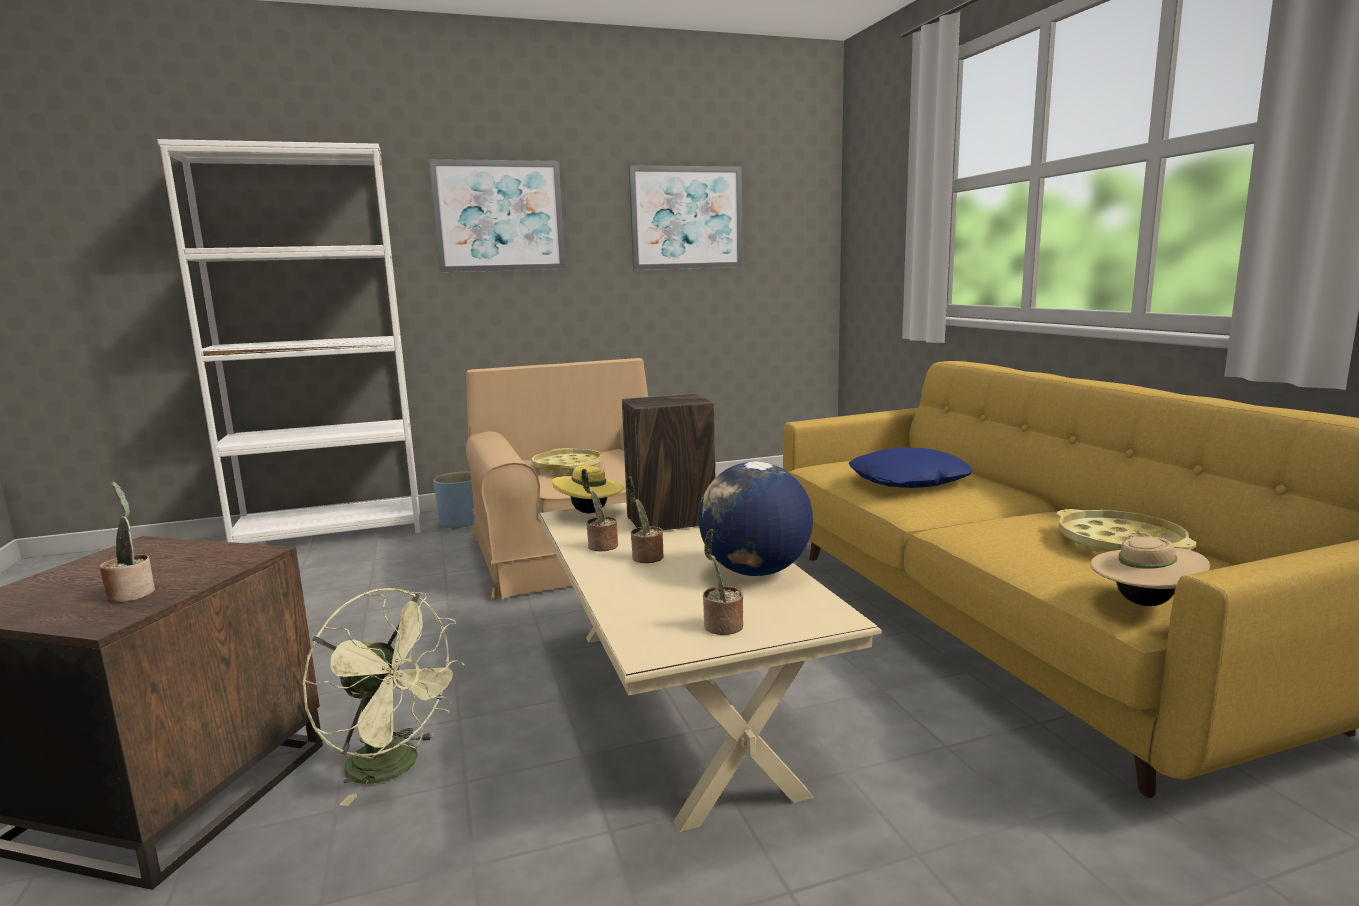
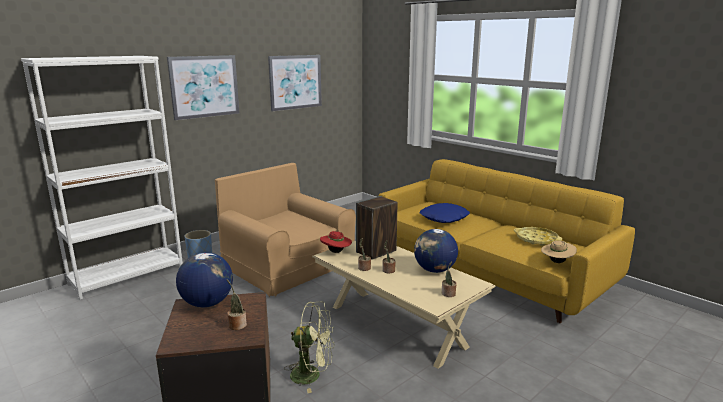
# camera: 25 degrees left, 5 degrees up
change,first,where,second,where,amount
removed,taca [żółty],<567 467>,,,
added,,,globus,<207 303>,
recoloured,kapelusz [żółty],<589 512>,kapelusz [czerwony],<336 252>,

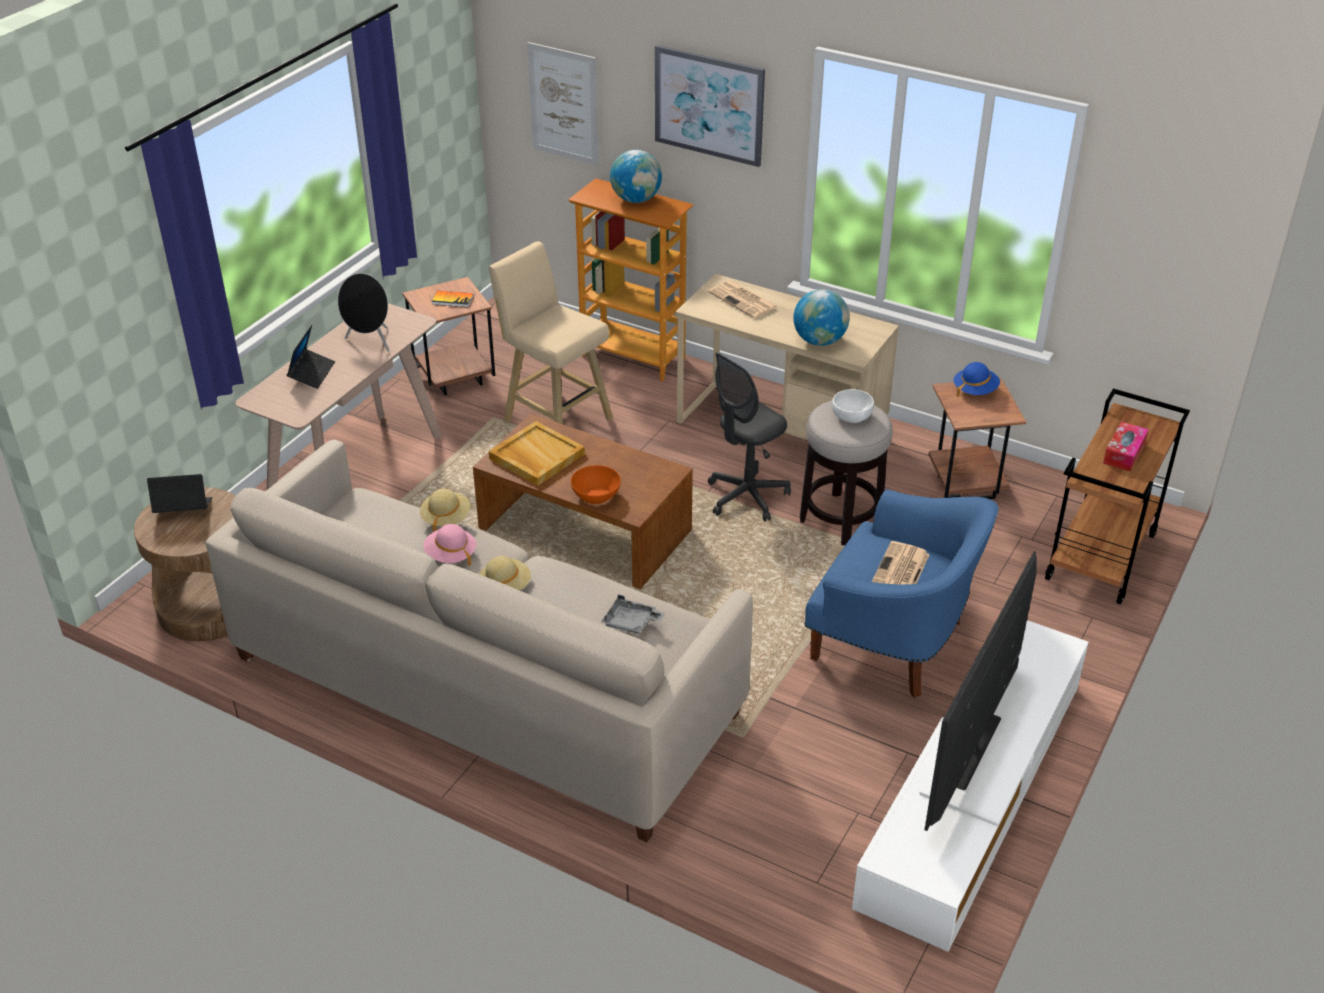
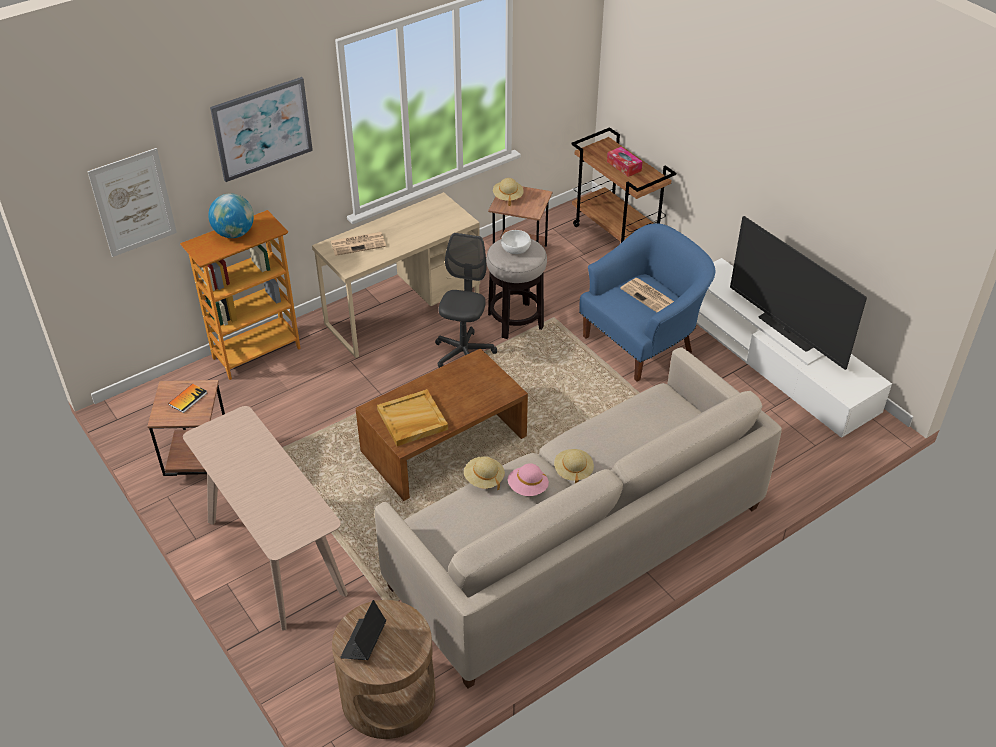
# camera: 65 degrees left, 5 degrees up
change,first,where,second,where,amount
removed,laptop,<312 373>,,,
removed,głośnik [czarny],<370 342>,,,
removed,stołek [beżowy],<554 418>,,,
removed,miska [pomarańczowy],<596 495>,,,
removed,taca [szary],<631 623>,,,
removed,globus,<819 341>,,,
recoloured,kapelusz [niebieski],<975 390>,kapelusz [beżowy],<508 197>,
turned,krzesło biurowe [szary],<747 497>,,<464 353>,150 degrees counterclockwise

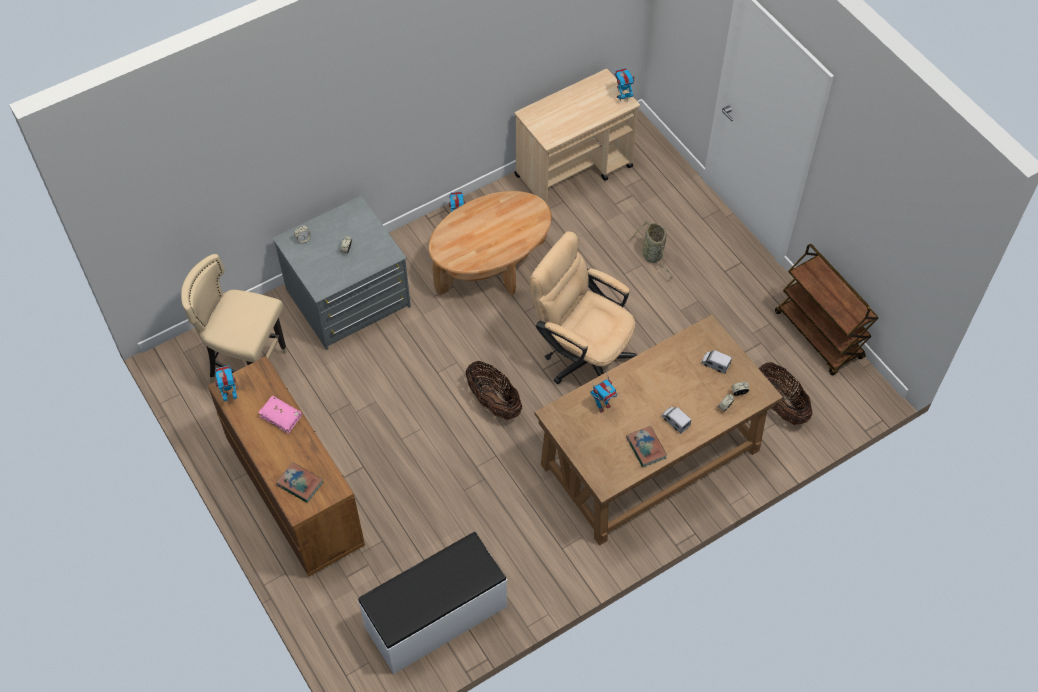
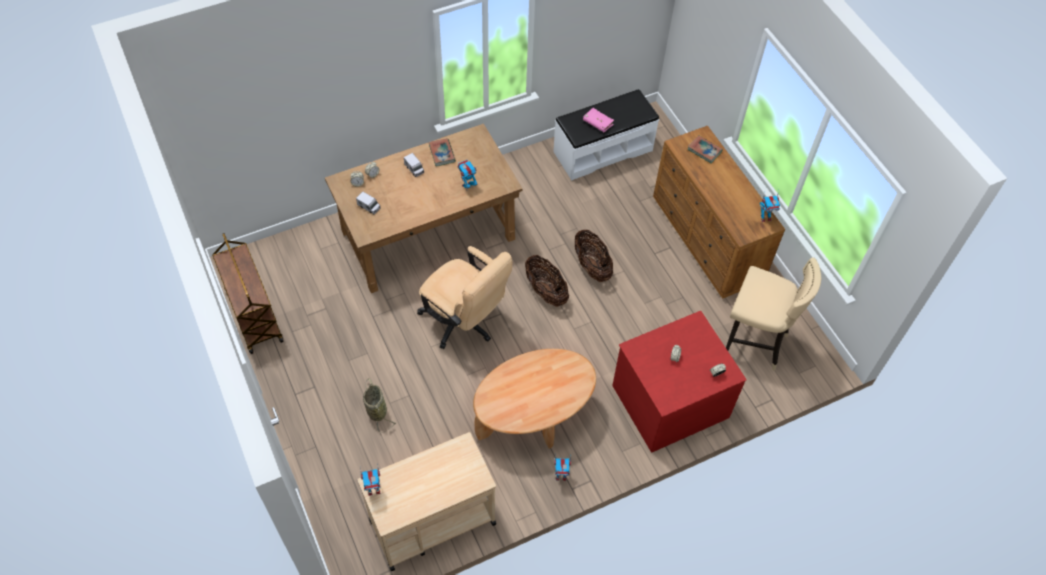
# camera: 175 degrees left, 0 degrees up
change,first,where,second,where,amount
moved,książka [różowy],<281 417>,,<597 123>,
moved,koszyk,<780 405>,,<592 266>,
recoloured,komoda [szary],<349 299>,komoda [czerwony],<669 399>,

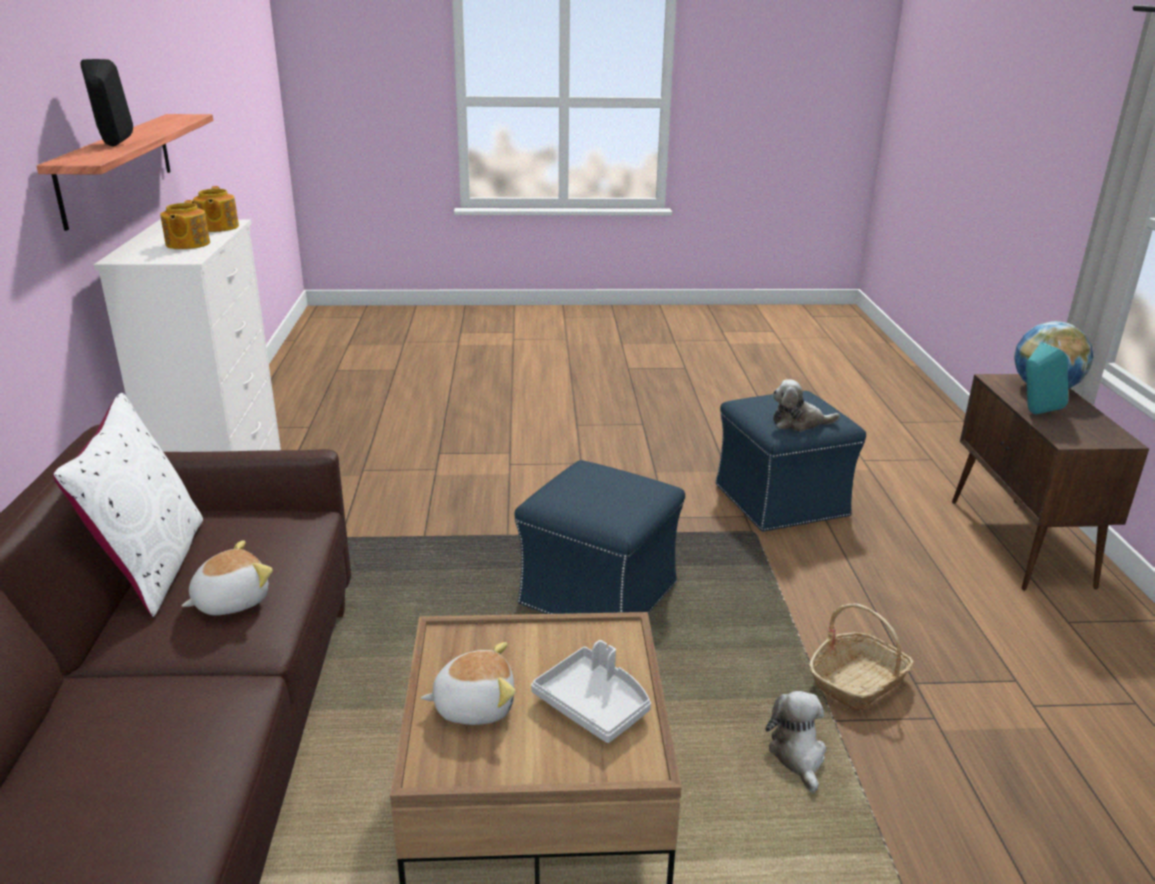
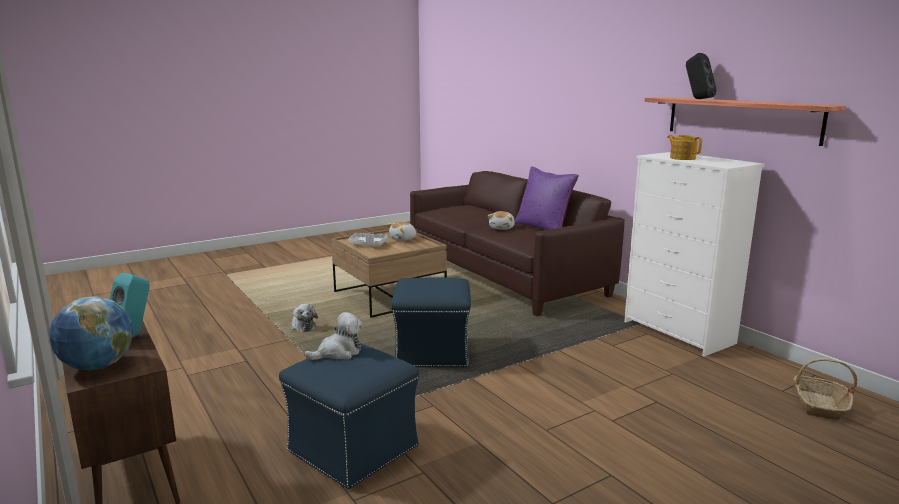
# camera: 150 degrees right, 10 degrees down
change,first,where,second,where,amount
removed,imbryk,<217 227>,,,
moved,koszyk,<858 682>,,<819 405>,
recoloured,poduszka [biały],<152 566>,poduszka [fioletowy],<543 227>,

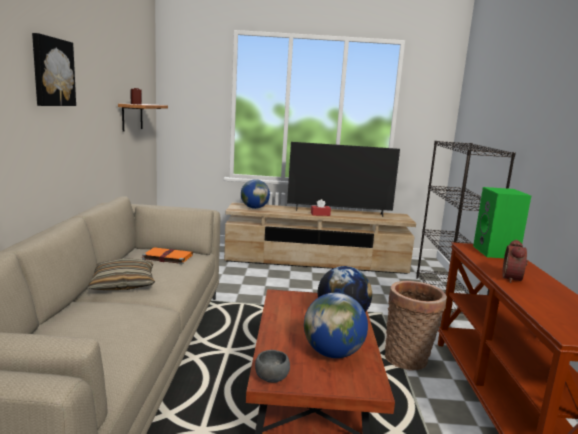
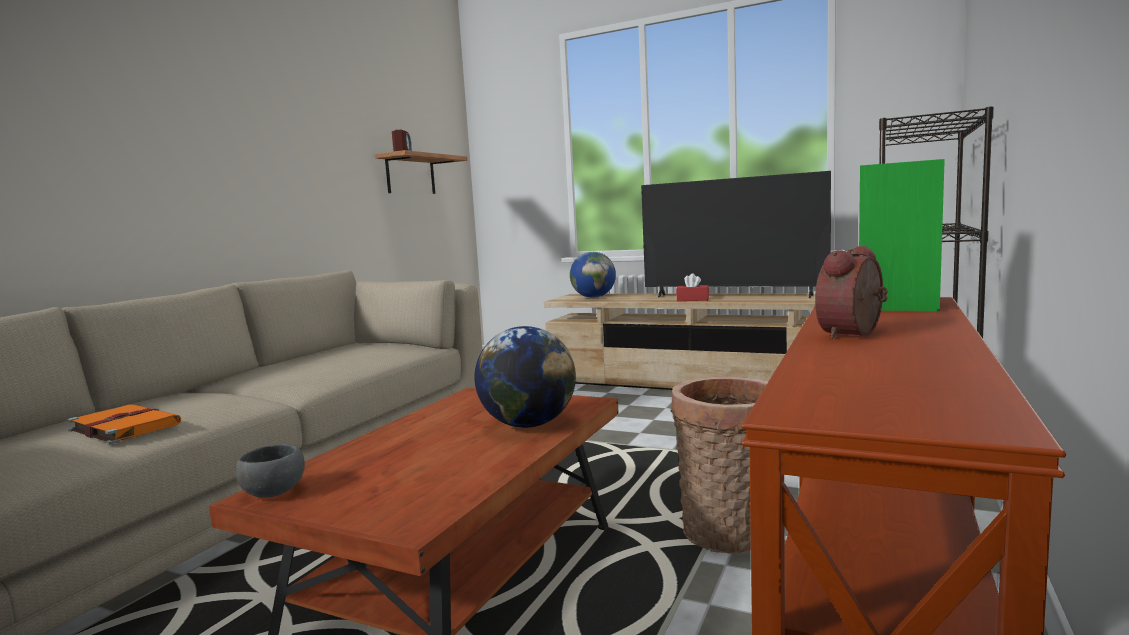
# camera: 25 degrees right, 5 degrees down
change,first,where,second,where,amount
removed,obraz,<52 72>,,,
removed,poduszka,<123 283>,,,
removed,globus,<333 353>,,,
moved,książka [pomarańczowy],<167 257>,,<123 427>,

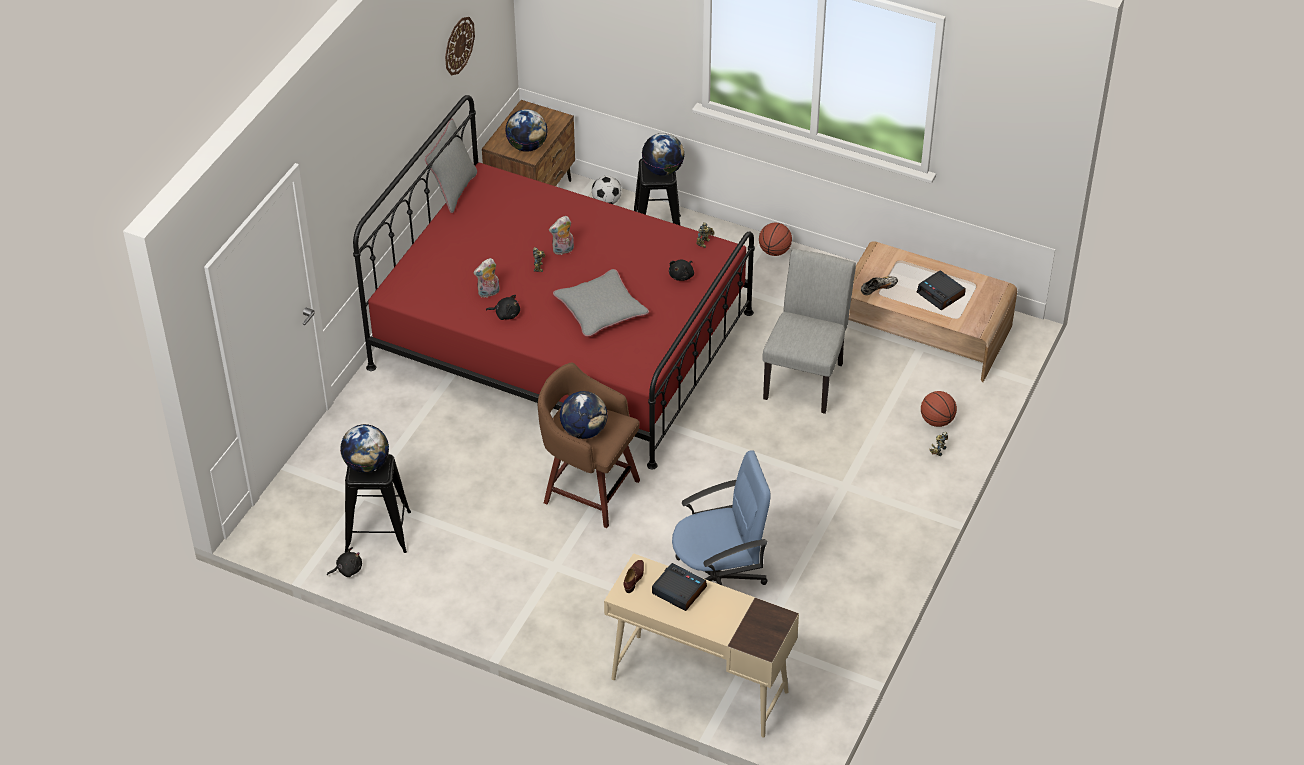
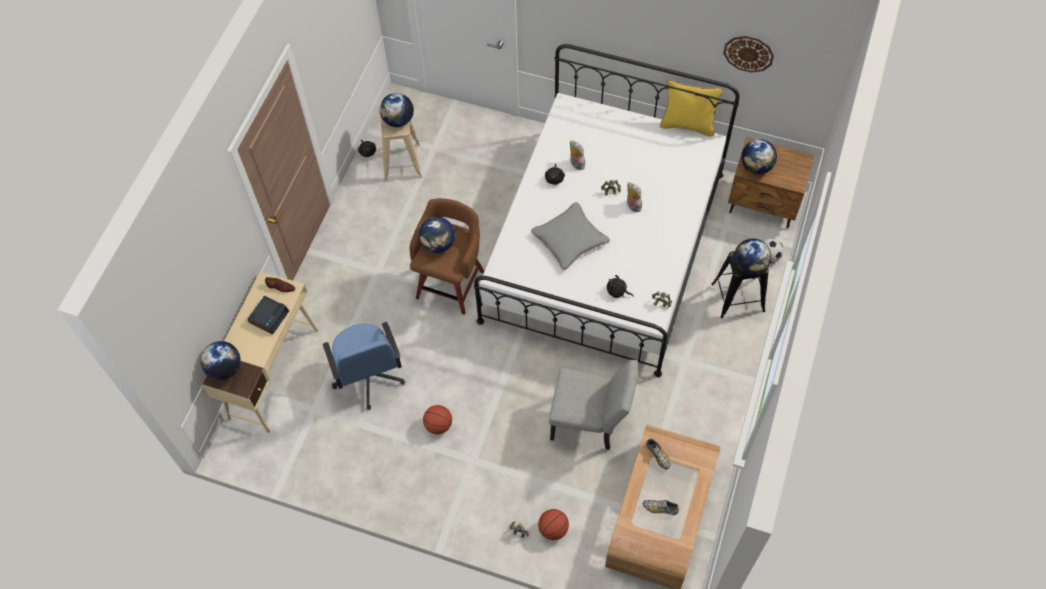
# camera: 85 degrees right, 15 degrees up
change,first,where,second,where,amount
added,,,globus,<225 368>,
moved,piłka do koszykówki,<774 251>,,<438 425>,
replaced,budzik,<941 294>,but,<660 508>,
recoloured,stołek [czarny],<377 531>,stołek [beżowy],<402 162>,
recoloured,łóżko [czerwony],<562 339>,łóżko [biały],<603 246>,
recoloured,poduszka [szary],<453 190>,poduszka [żółty],<687 125>,

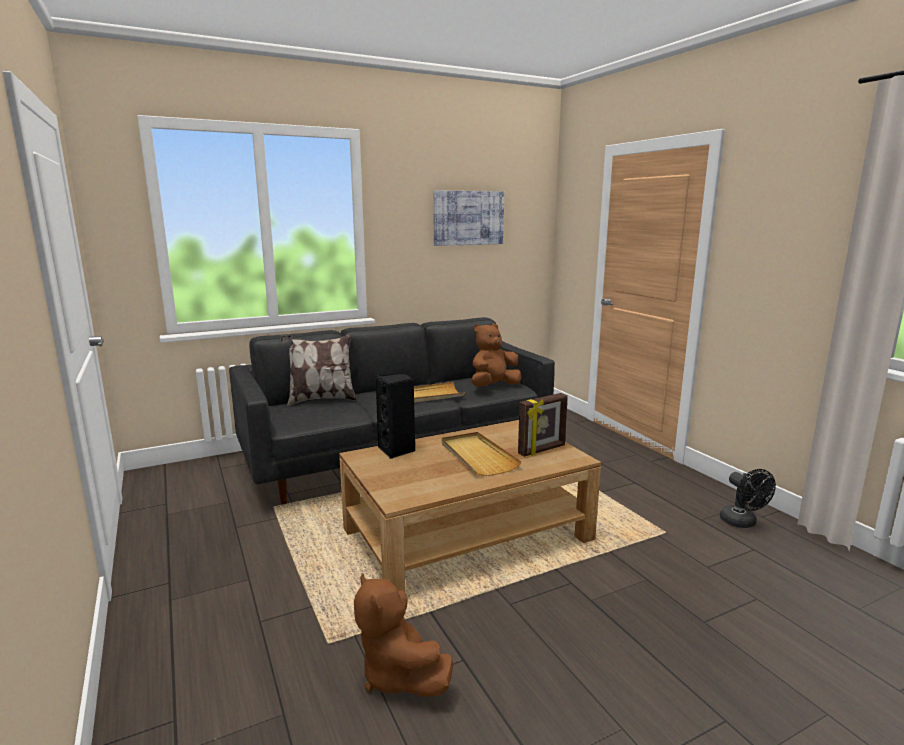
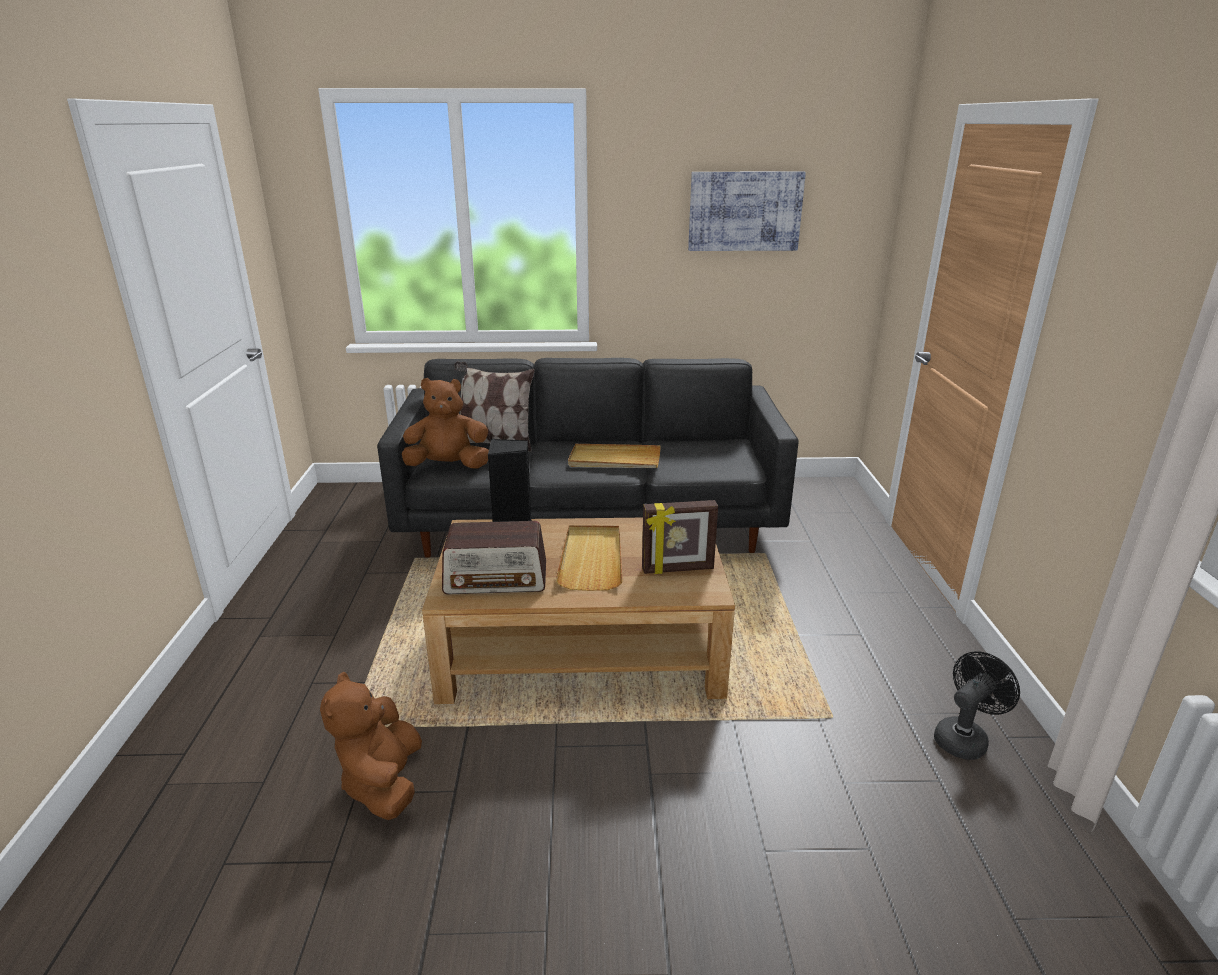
# camera: 25 degrees right, 10 degrees up
change,first,where,second,where,amount
added,,,radio,<496 578>,
moved,pluszak [brązowy],<493 386>,,<447 466>,
turned,wentylator [czarny],<742 523>,,<964 738>,135 degrees counterclockwise

